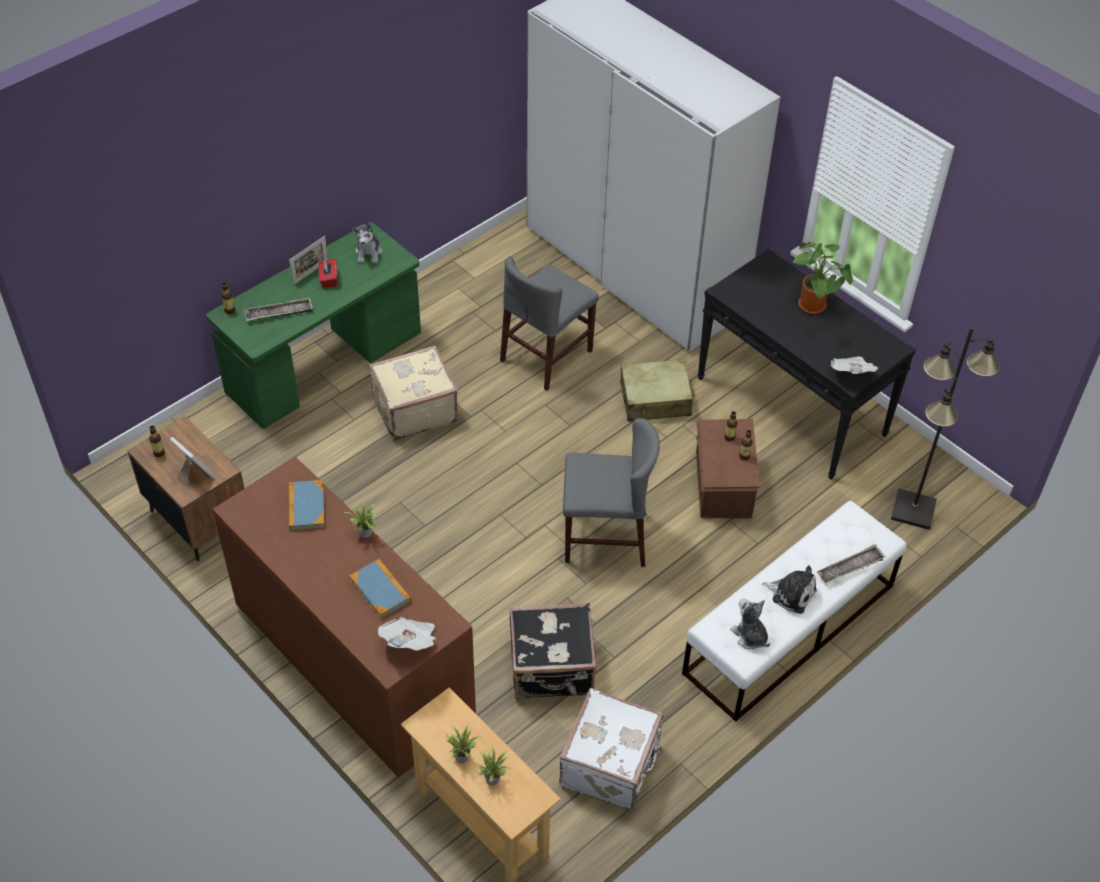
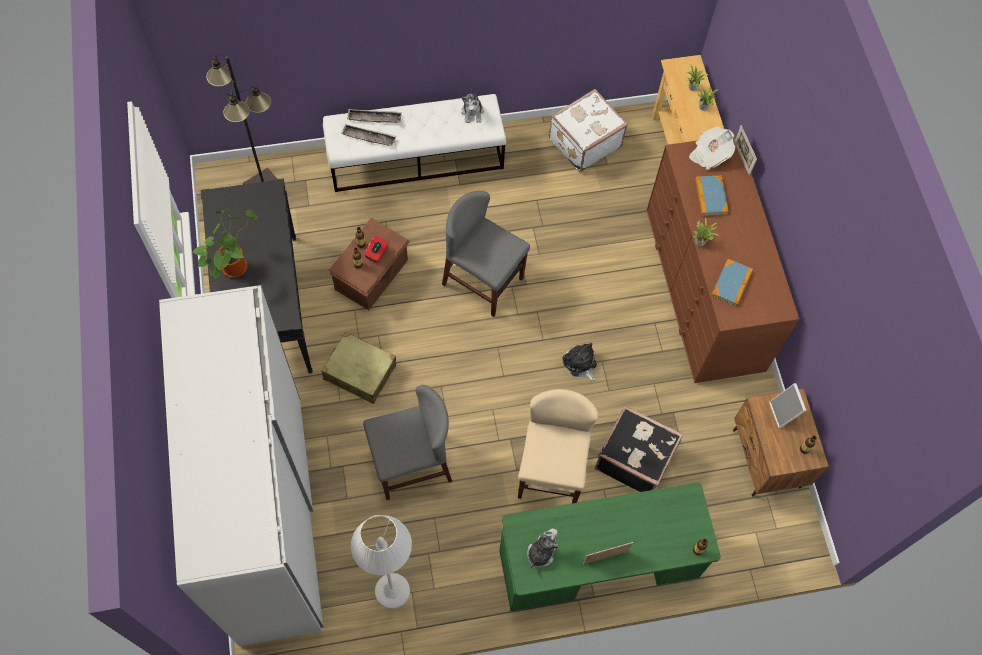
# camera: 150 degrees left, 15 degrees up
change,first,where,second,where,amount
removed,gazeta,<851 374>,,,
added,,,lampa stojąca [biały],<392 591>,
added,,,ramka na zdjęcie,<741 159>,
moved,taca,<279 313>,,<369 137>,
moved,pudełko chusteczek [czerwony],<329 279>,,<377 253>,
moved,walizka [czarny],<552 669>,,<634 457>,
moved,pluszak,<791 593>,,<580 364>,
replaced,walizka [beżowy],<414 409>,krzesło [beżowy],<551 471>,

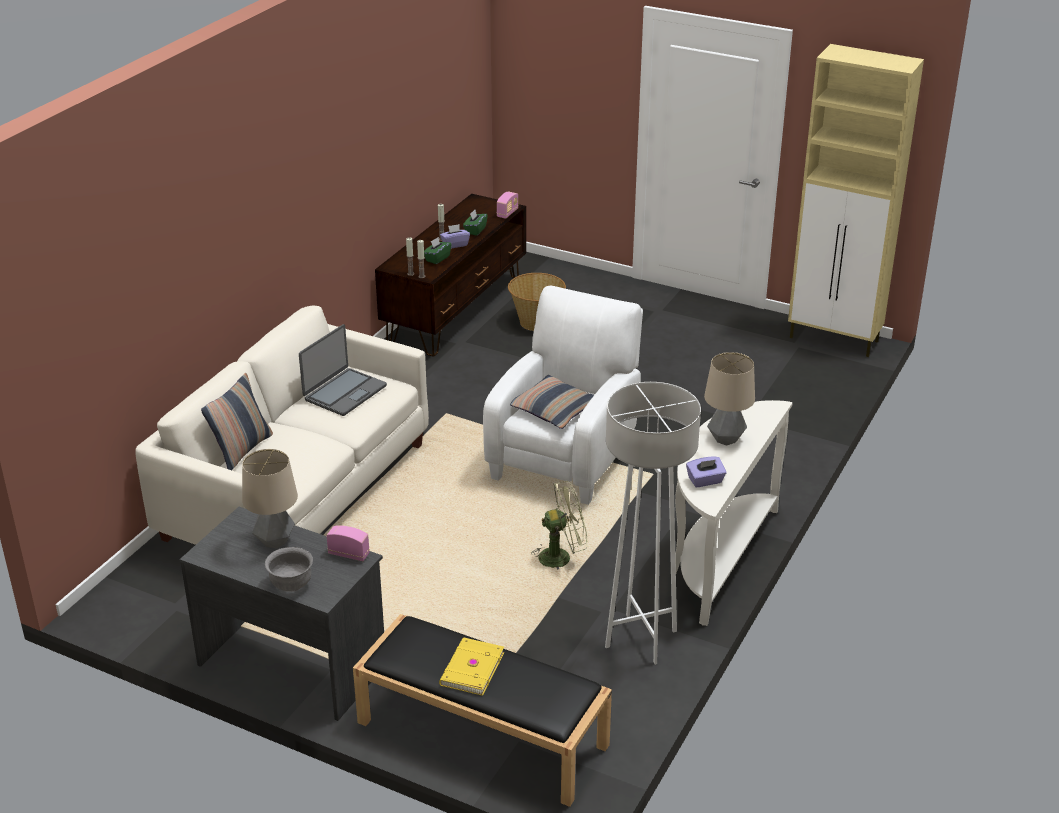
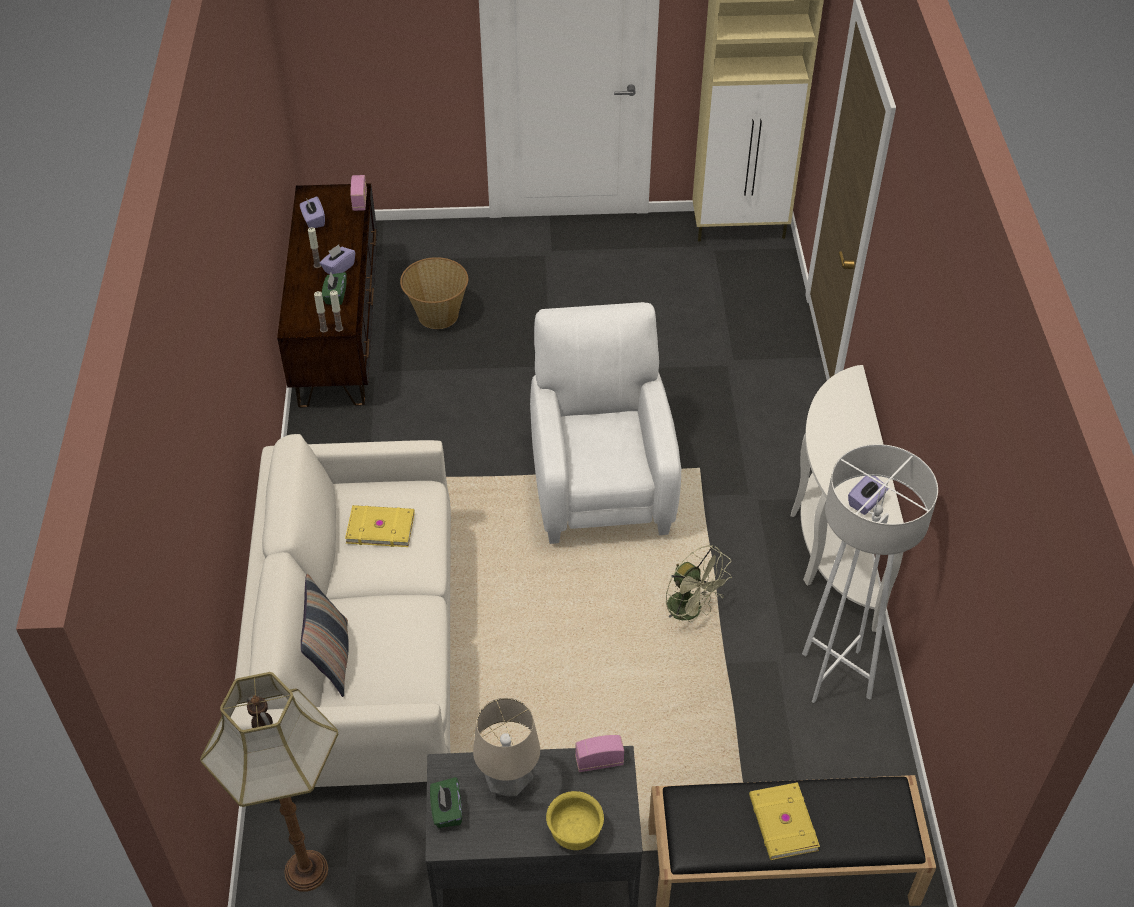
# camera: 30 degrees left, 15 degrees up
change,first,where,second,where,amount
removed,poduszka,<554 410>,,,
removed,lampa stołowa,<725 439>,,,
added,,,lampa stojąca,<307 869>,
added,,,pudełko chusteczek [fioletowy],<313 220>,
moved,pudełko chusteczek [zielony],<475 230>,,<447 810>,
replaced,laptop,<344 393>,książka [żółty],<380 527>,
recoloured,miska [szary],<291 584>,miska [żółty],<575 833>,
turned,wentylator [zielony],<561 556>,,<691 611>,90 degrees clockwise

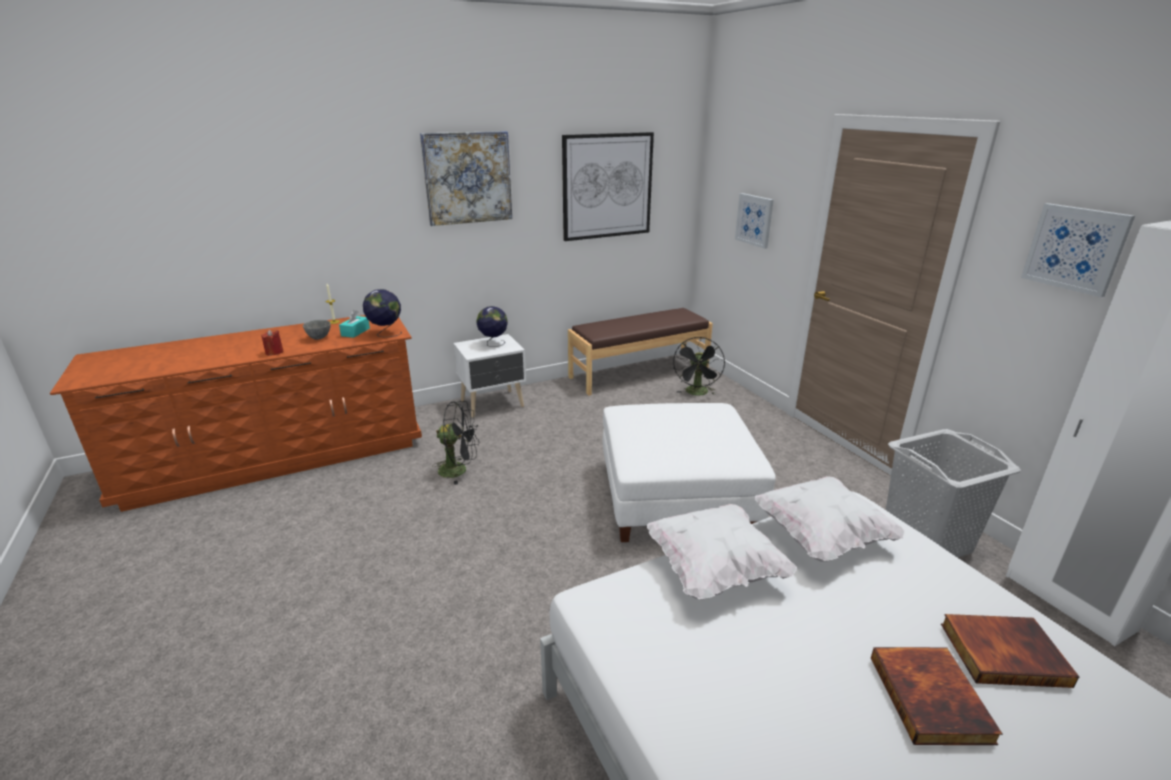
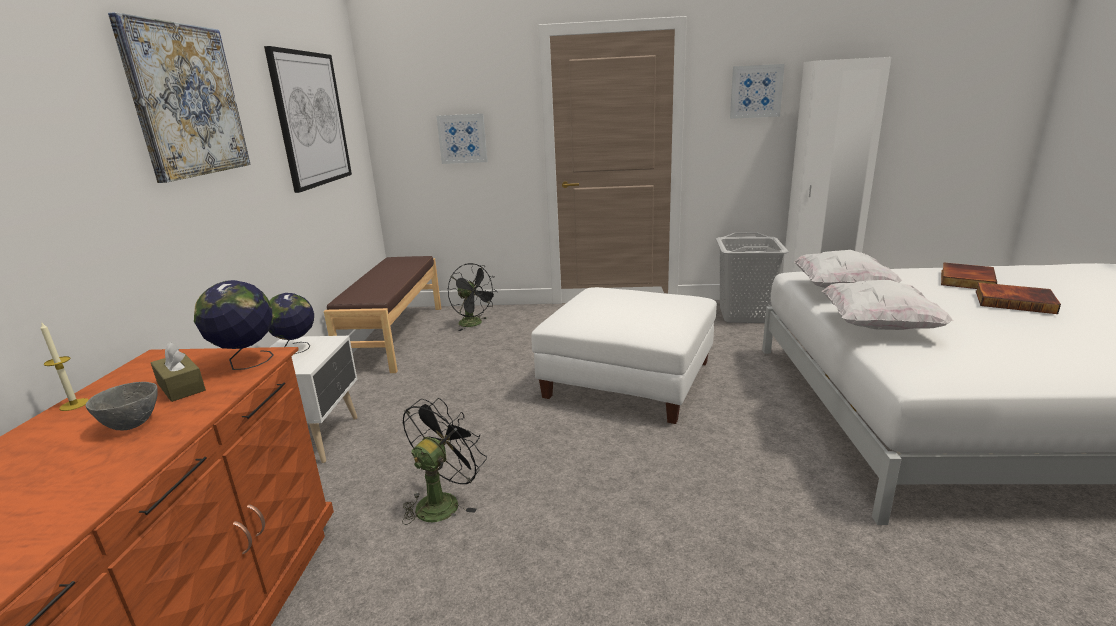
# camera: 60 degrees left, 5 degrees down
change,first,where,second,where,amount
removed,świeca [czerwony],<274 352>,,,
recoloured,pudełko chusteczek [turkusowy],<355 332>,pudełko chusteczek [brązowy],<181 387>,

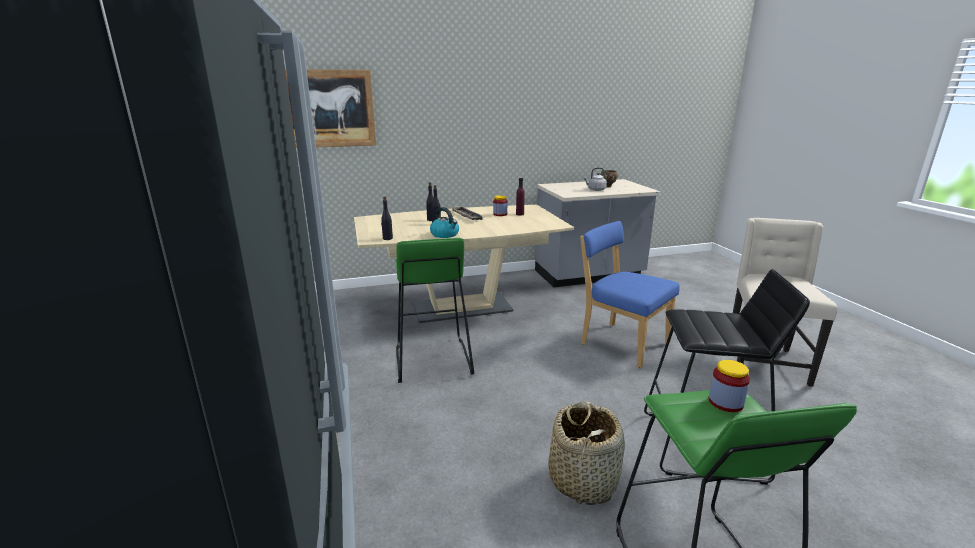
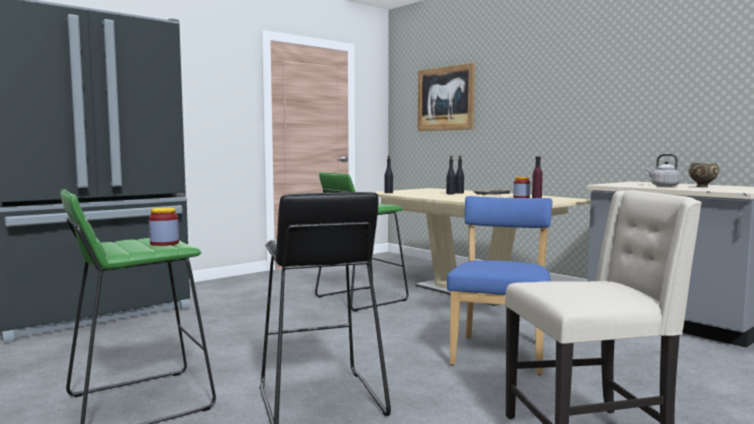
# camera: 65 degrees right, 15 degrees down
change,first,where,second,where,amount
removed,czajnik,<445 235>,,,
removed,koszyk,<583 480>,,,

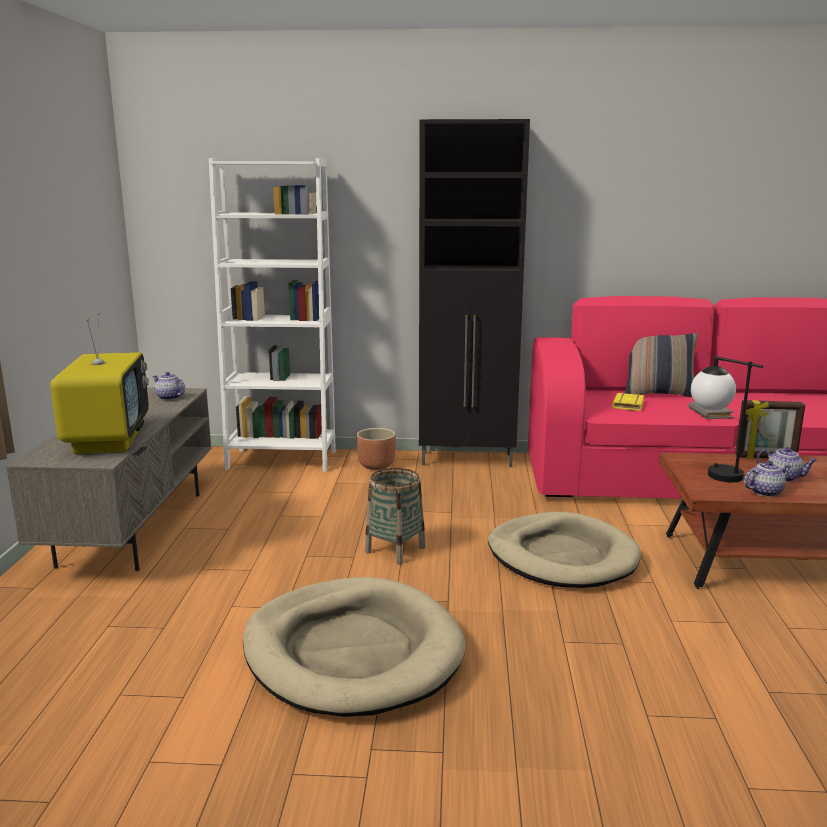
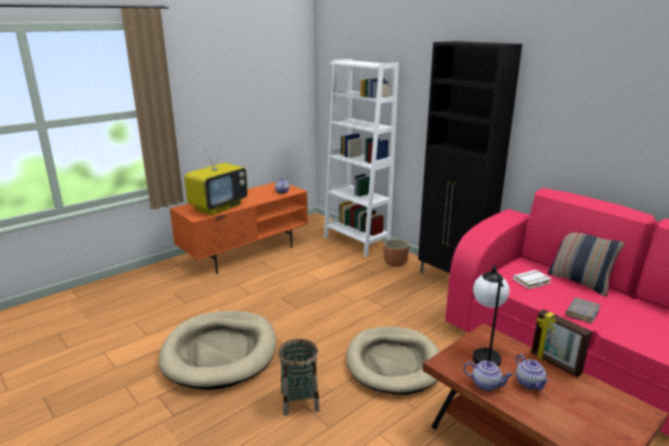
# camera: 45 degrees right, 5 degrees up
change,first,where,second,where,amount
moved,koszyk,<395 550>,,<299 401>,
recoloured,szafka pod telewizor [szary],<133 527>,szafka pod telewizor [pomarańczowy],<245 253>,
recoloured,książka [żółty],<629 405>,książka [biały],<532 282>,

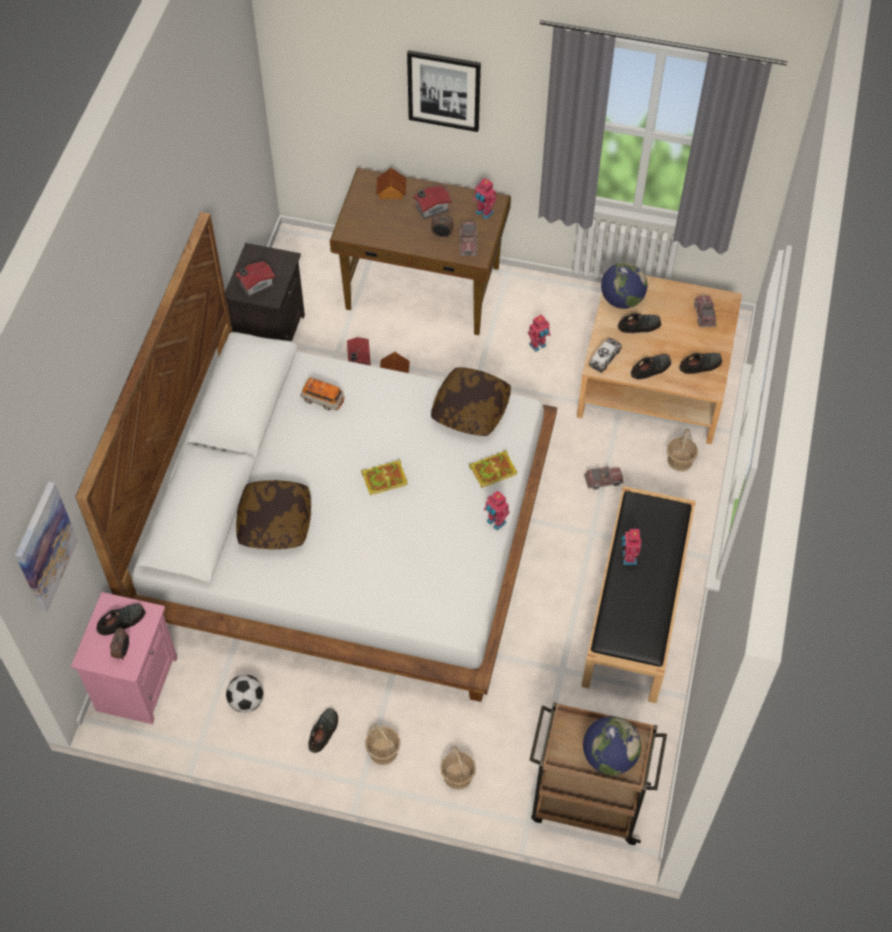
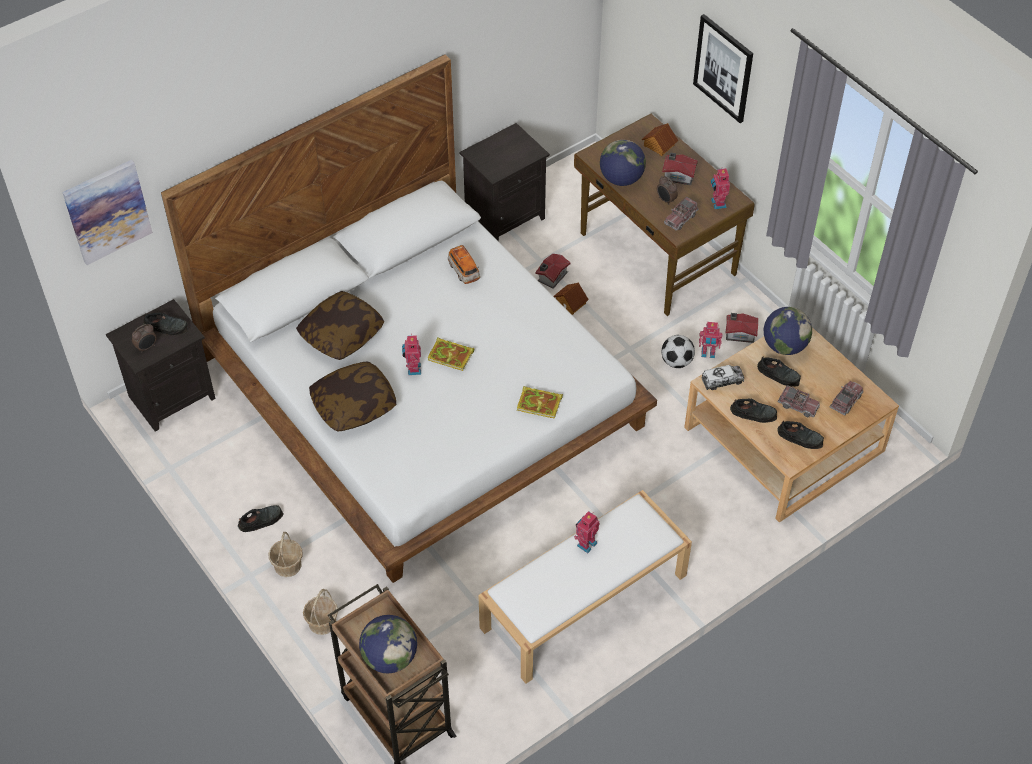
# camera: 40 degrees right, 5 degrees down
change,first,where,second,where,amount
removed,koszyk,<679 461>,,,
added,,,globus,<621 179>,
moved,piłka futbolowa,<247 701>,,<677 362>,
moved,domek,<255 284>,,<739 333>,
moved,poduszka,<470 409>,,<354 405>,
moved,robot zabawkowy,<495 522>,,<413 369>,
moved,ciężarówka zabawkowa,<603 480>,,<798 405>,
recoloured,szafka nocna [różowy],<136 682>,szafka nocna [czarny],<172 396>,
recoloured,ławka [czarny],<636 608>,ławka [biały],<583 603>,

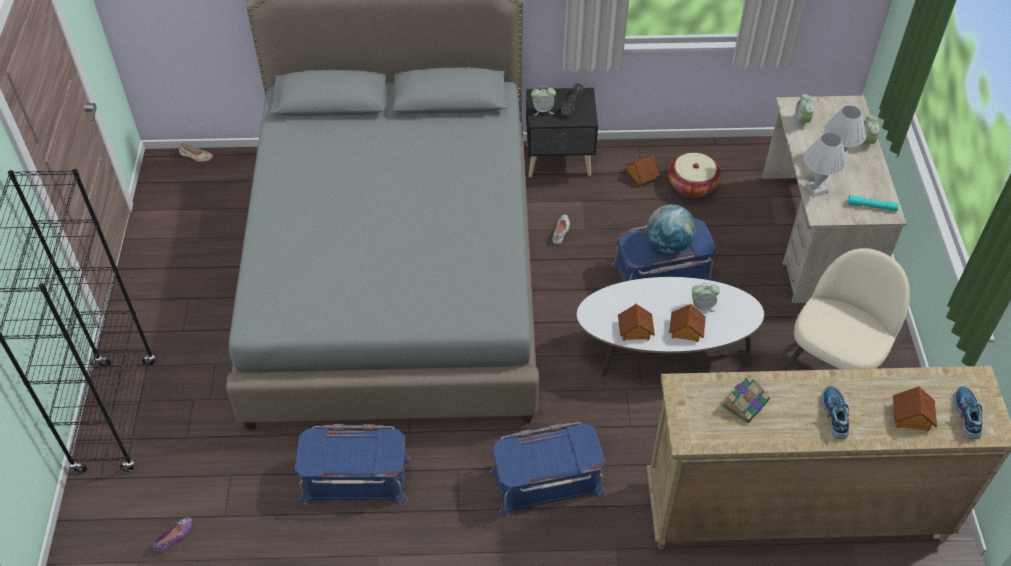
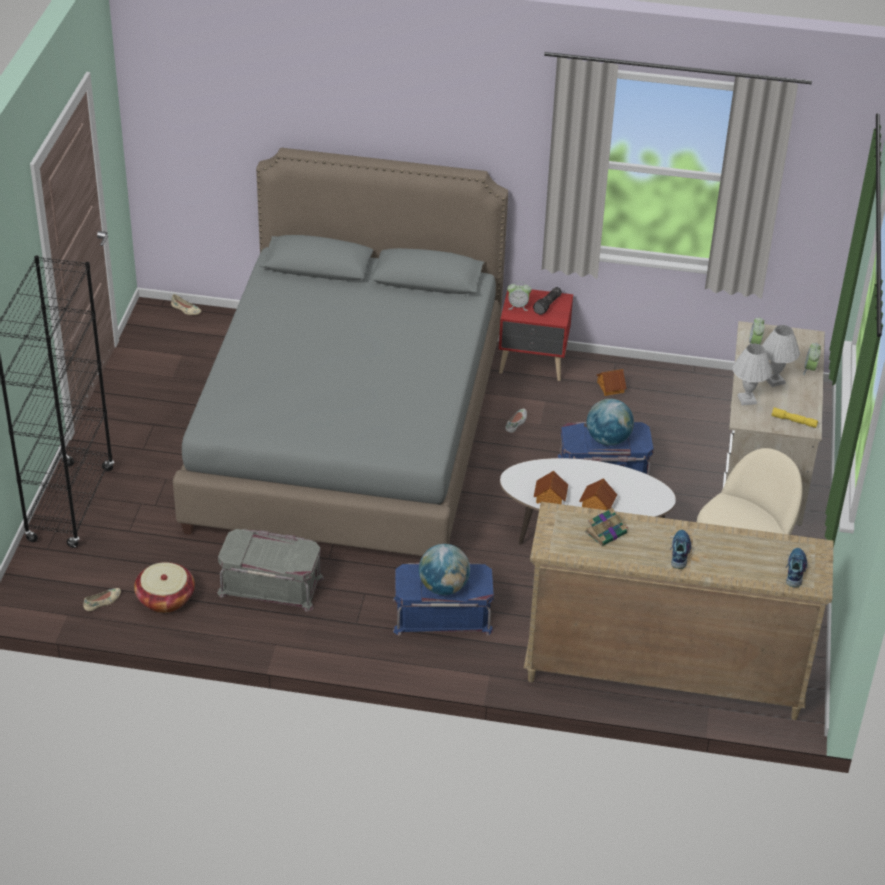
# camera: 10 degrees right, 10 degrees down
change,first,where,second,where,amount
removed,budzik,<702 306>,,,
removed,domek,<911 417>,,,
added,,,globus,<443 587>,
moved,koszyk,<692 185>,,<165 598>,
recoloured,but [fioletowy],<174 537>,but [beżowy],<103 602>,
recoloured,pojemnik do przechowywania [niebieski],<355 477>,pojemnik do przechowywania [szary],<271 584>,
recoloured,szafka nocna [czarny],<559 161>,szafka nocna [czerwony],<533 364>,
recoloured,latarka [turkusowy],<871 206>,latarka [żółty],<794 421>,

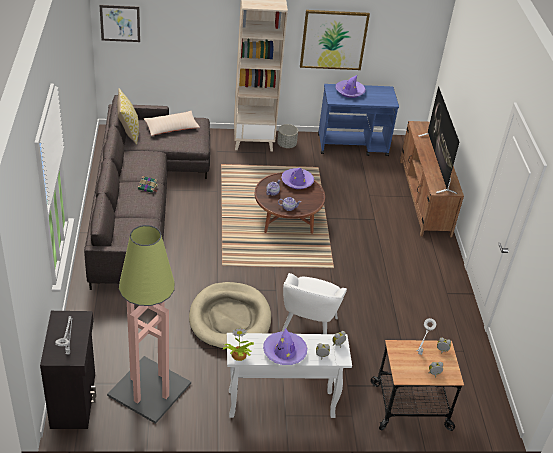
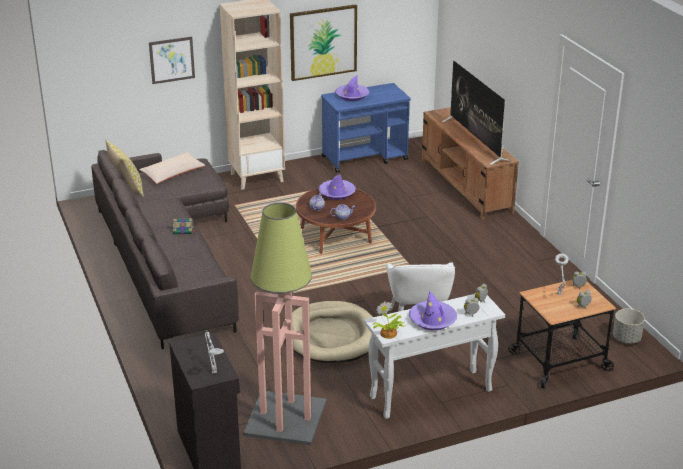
# camera: 15 degrees left, 10 degrees down
change,first,where,second,where,amount
moved,obraz,<120 23>,,<172 60>,
moved,donica [szary],<287 145>,,<626 338>,

